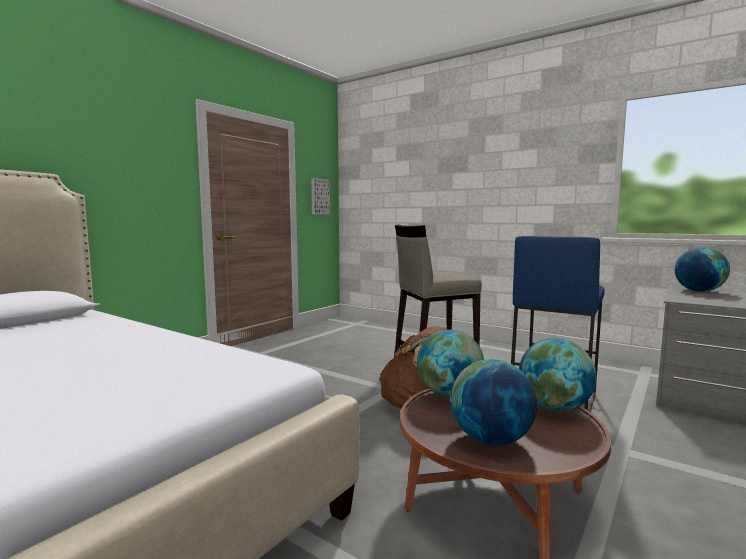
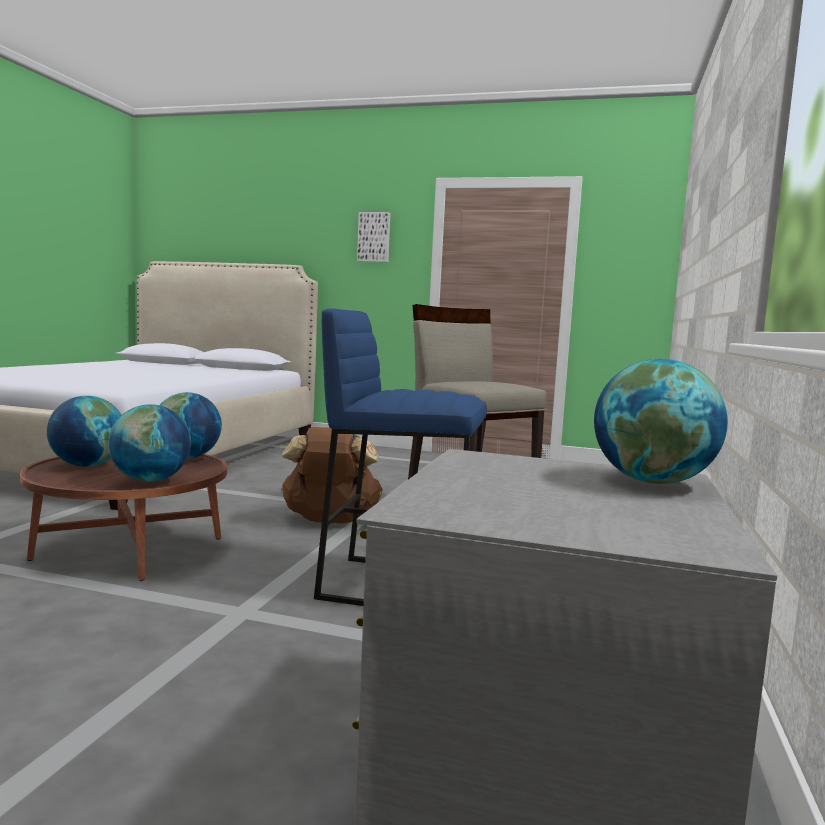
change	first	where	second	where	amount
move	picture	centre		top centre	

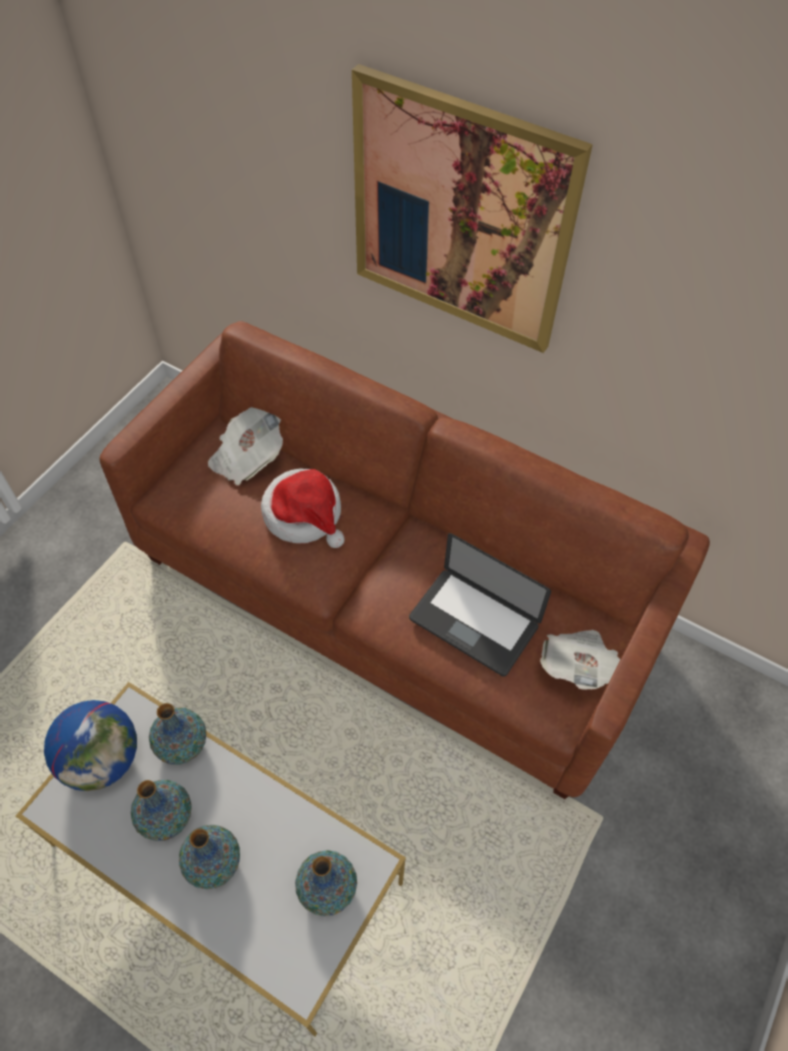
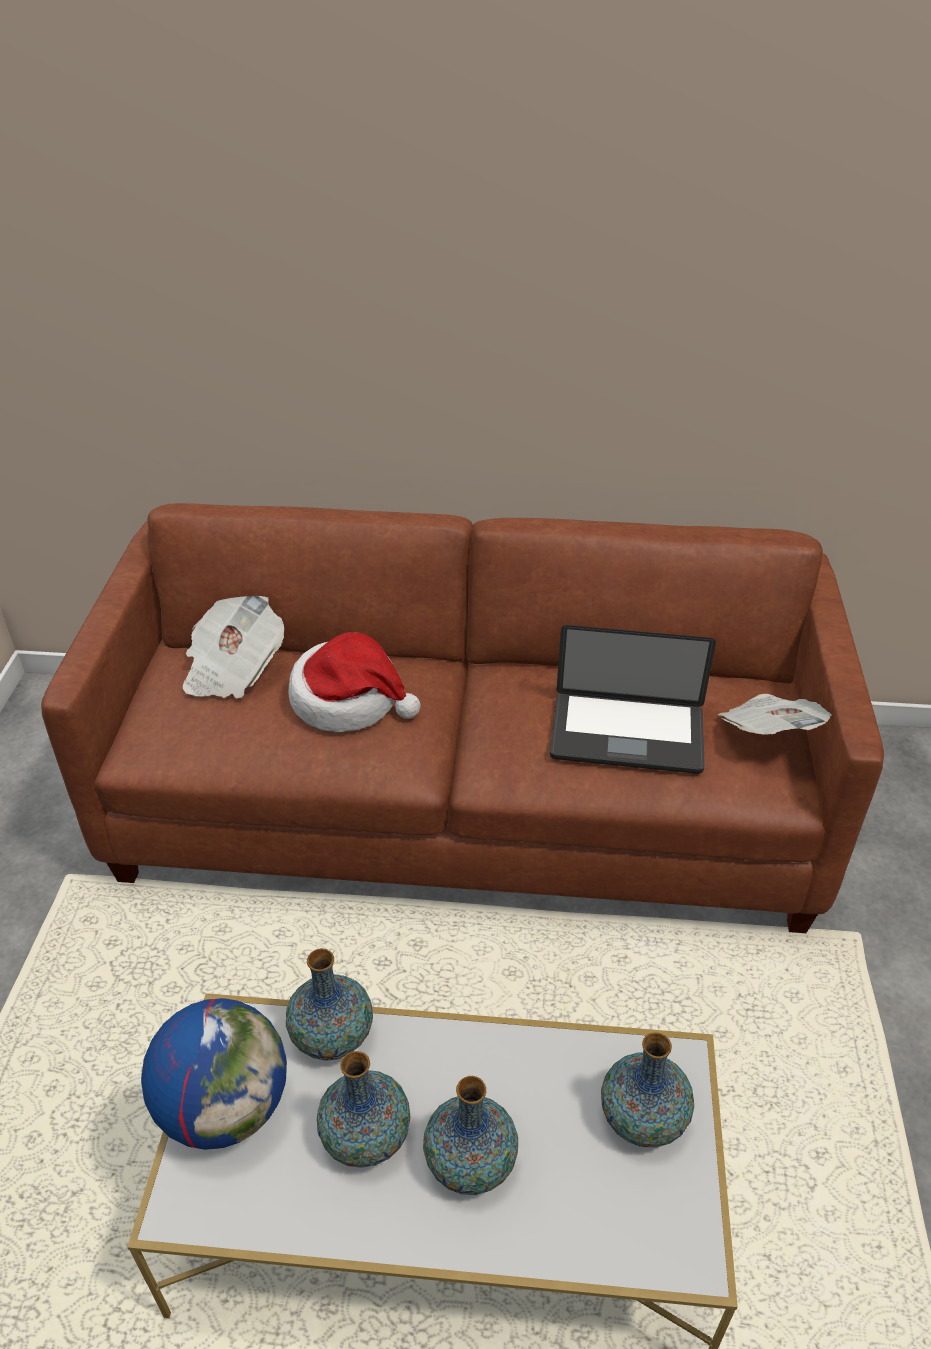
change	first	where	second	where	amount
delete	picture	top centre			

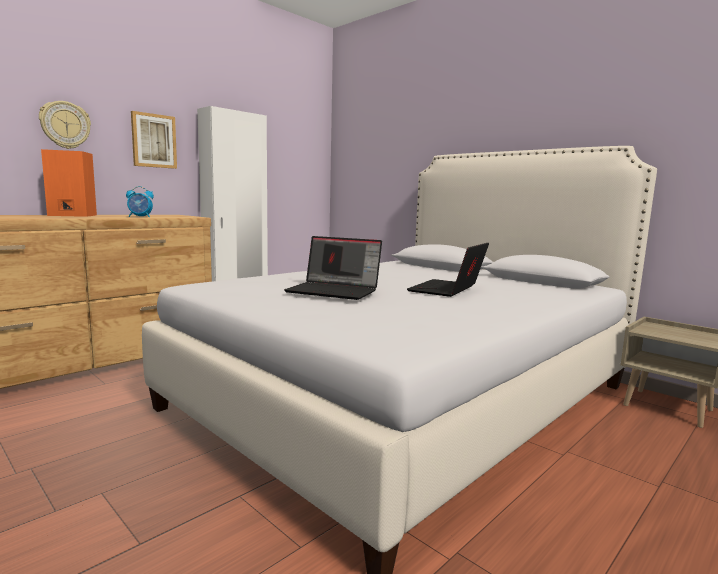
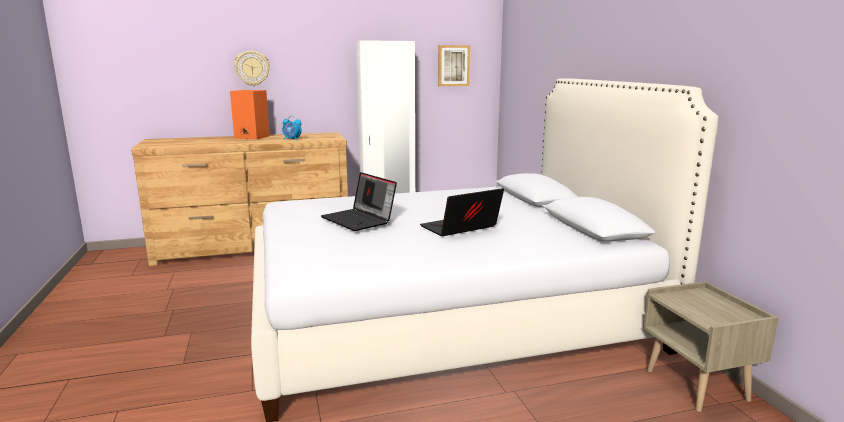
change	first	where	second	where	amount
move	picture	top left		top centre	

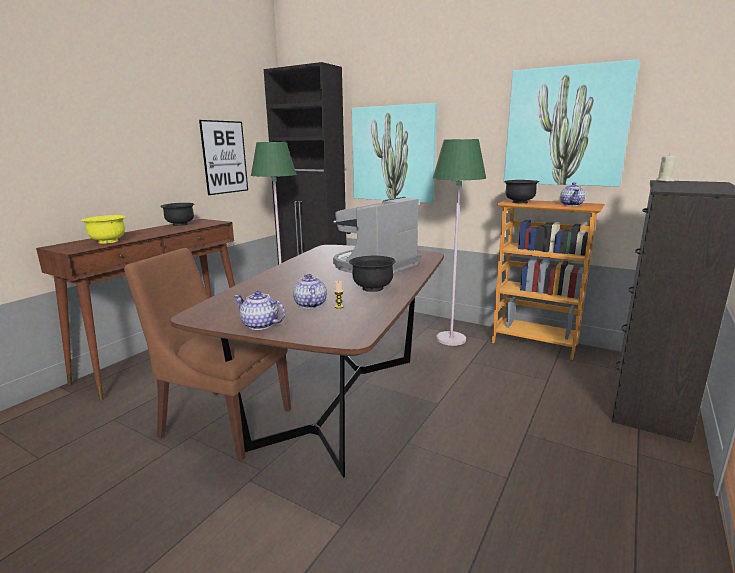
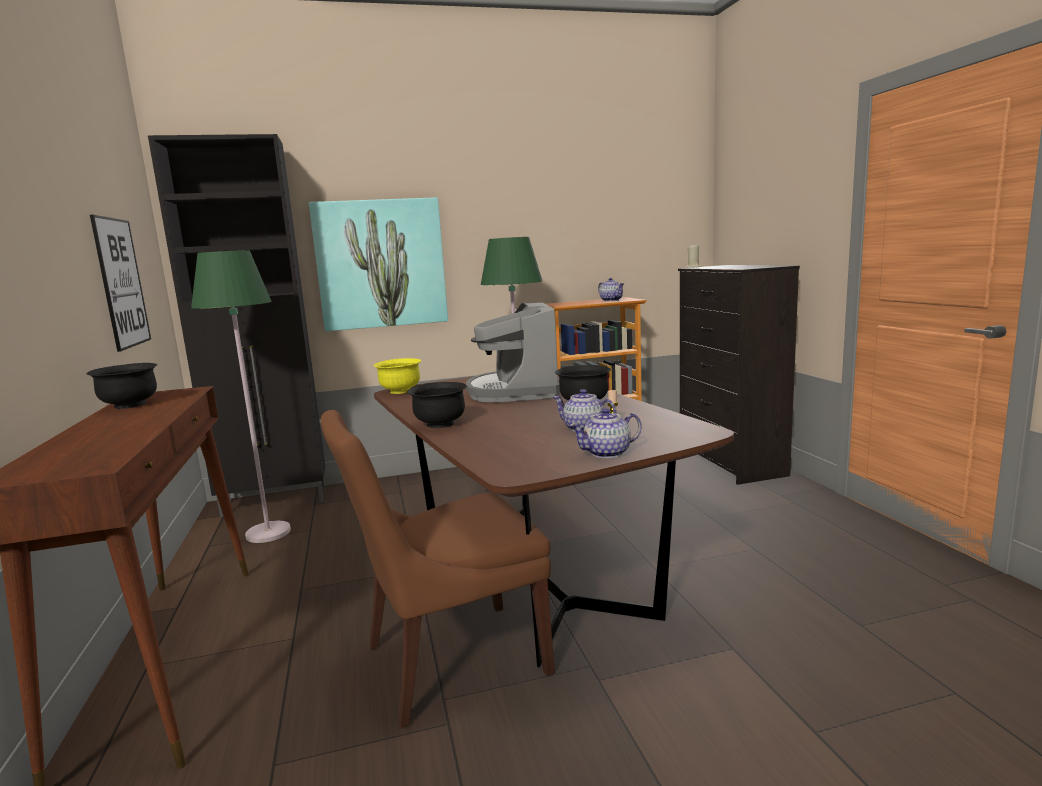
change	first	where	second	where	amount
move	yellow bowl	middle left		centre	
move	black bowl (3rd from left in the first image)	middle right	black bowl (2nd from left)	centre	
delete	picture (3rd from left)	top right			

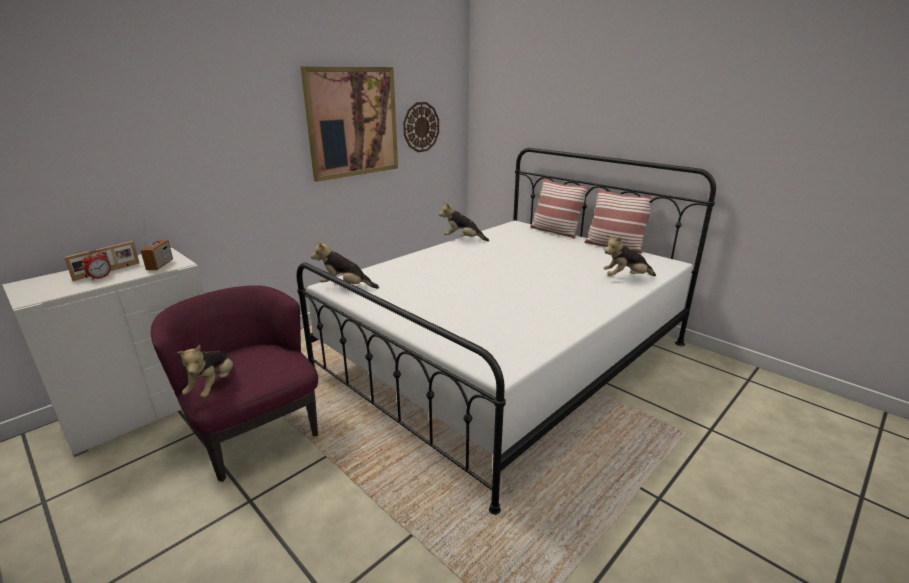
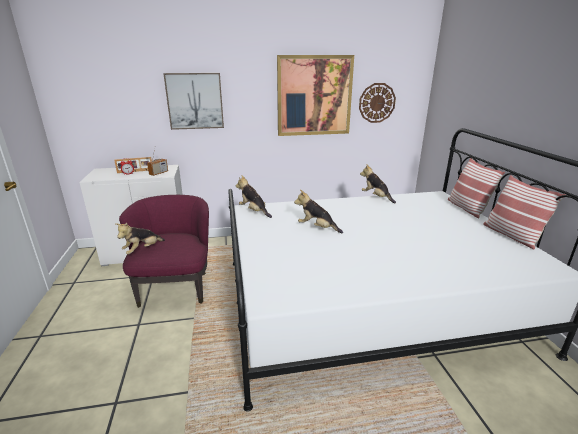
change	first	where	second	where	amount
insert			picture (1st from left)	top centre	
move	plush toy (4th from left in the first image)	middle right	plush toy (3rd from left)	centre	

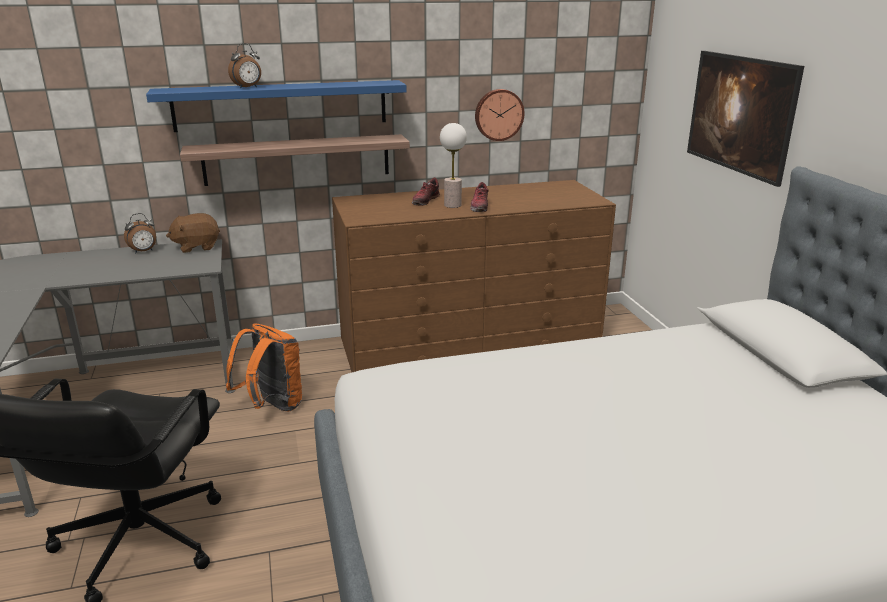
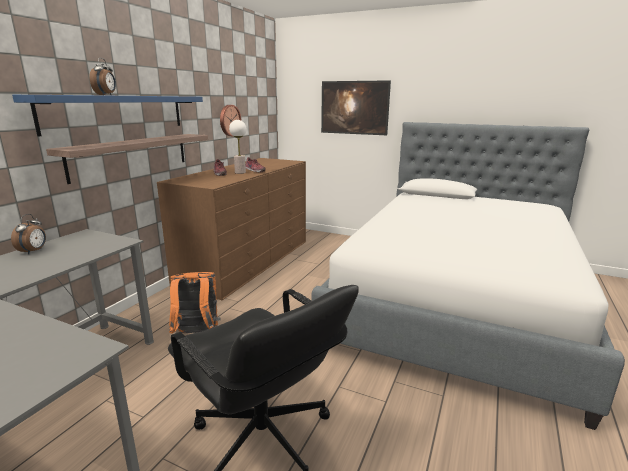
change	first	where	second	where	amount
delete	brown plush toy	middle left			

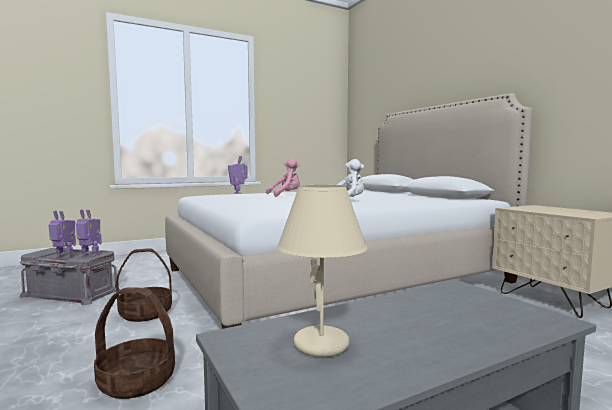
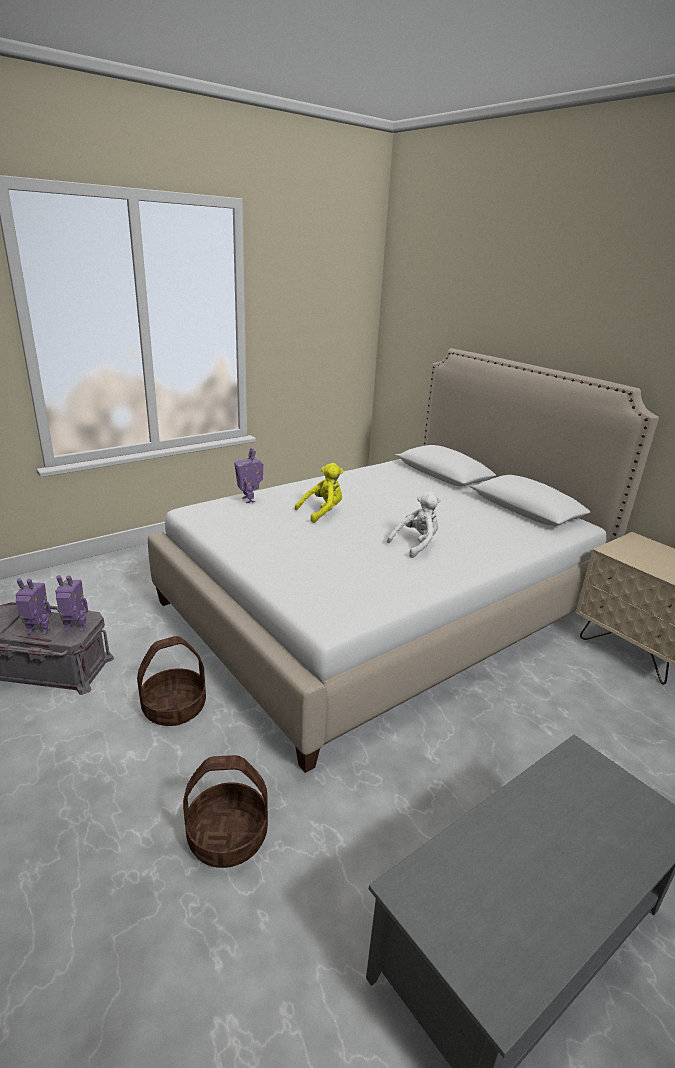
change	first	where	second	where	amount
recolor	pink plush toy	centre	yellow plush toy	centre	
delete	beige table lamp	centre			

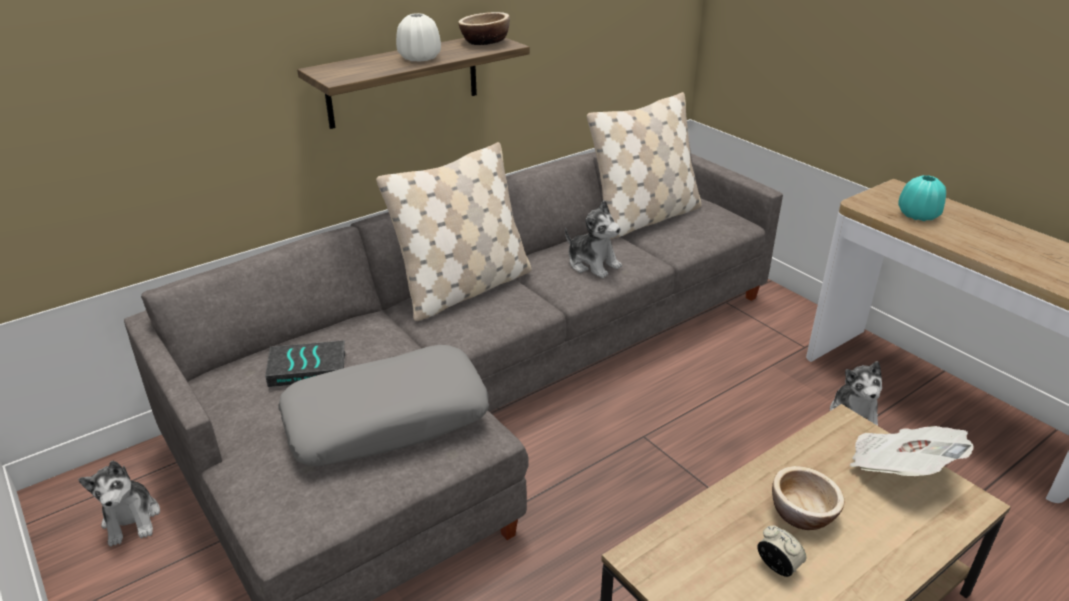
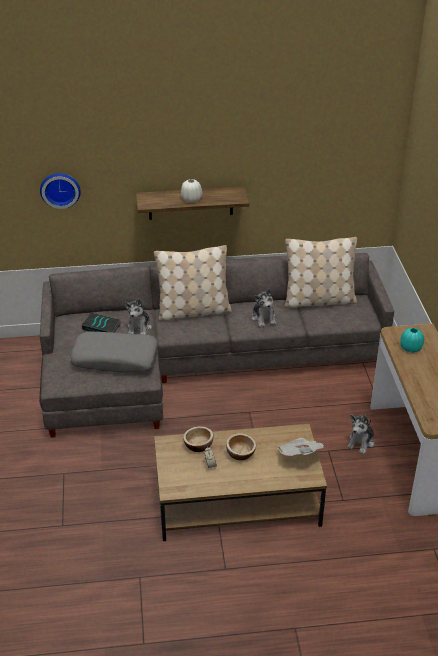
change	first	where	second	where	amount
insert			wall clock	top left	
move	plush toy (1st from left)	bottom left		middle left	
move	bowl (1st from left)	top centre		bottom centre	

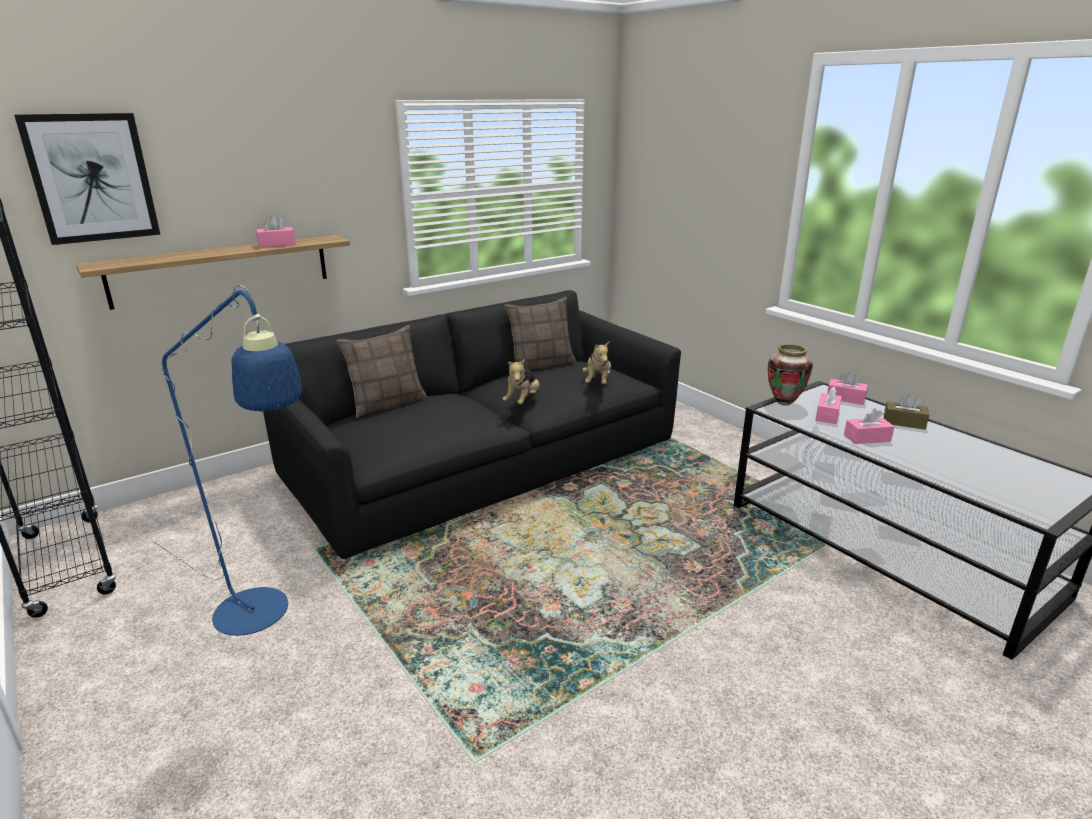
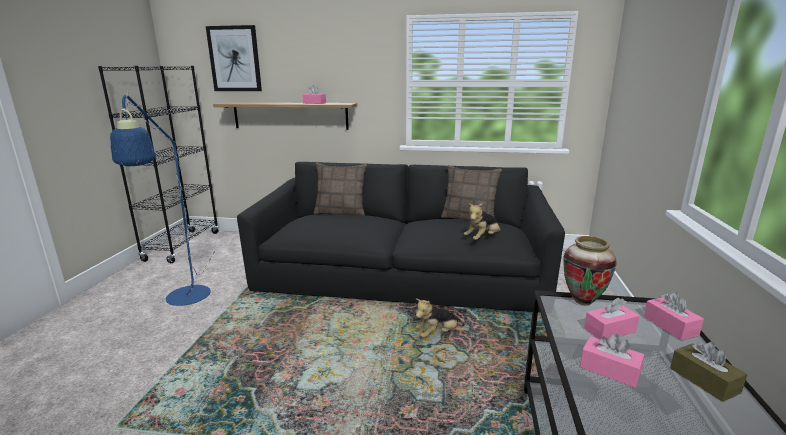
change	first	where	second	where	amount
move	plush toy (1st from left)	centre		bottom centre	

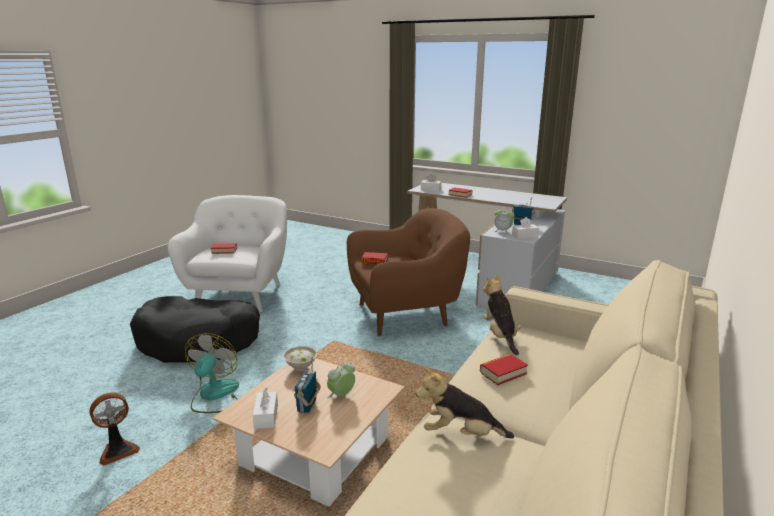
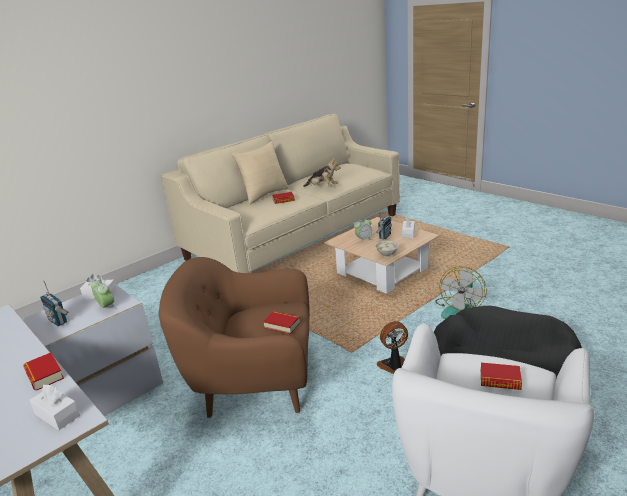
change	first	where	second	where	amount
insert			beige pillow	centre	
move	fan (1st from left)	bottom left		bottom centre	
delete	plush toy (2nd from left)	centre			

